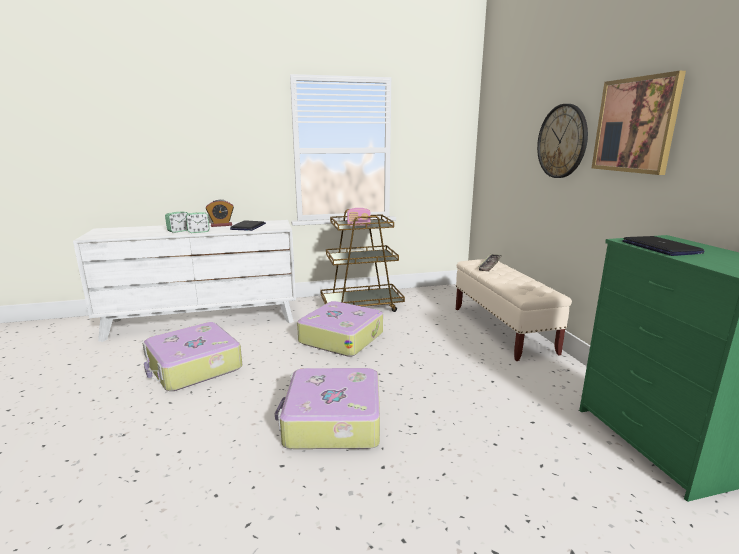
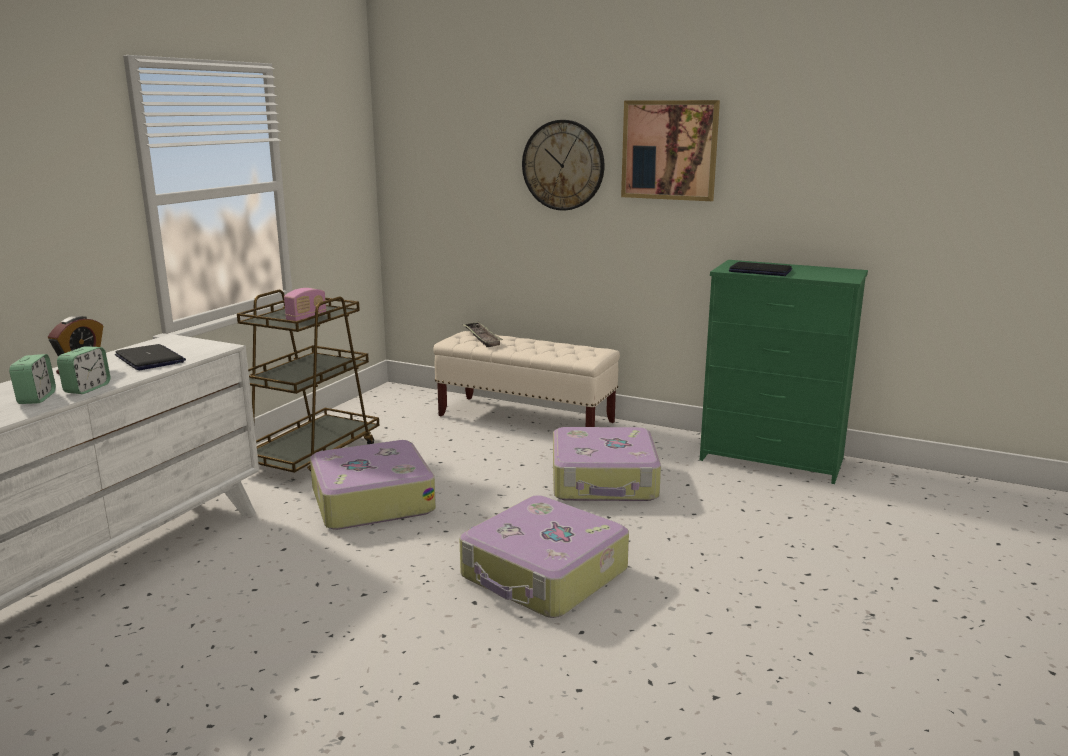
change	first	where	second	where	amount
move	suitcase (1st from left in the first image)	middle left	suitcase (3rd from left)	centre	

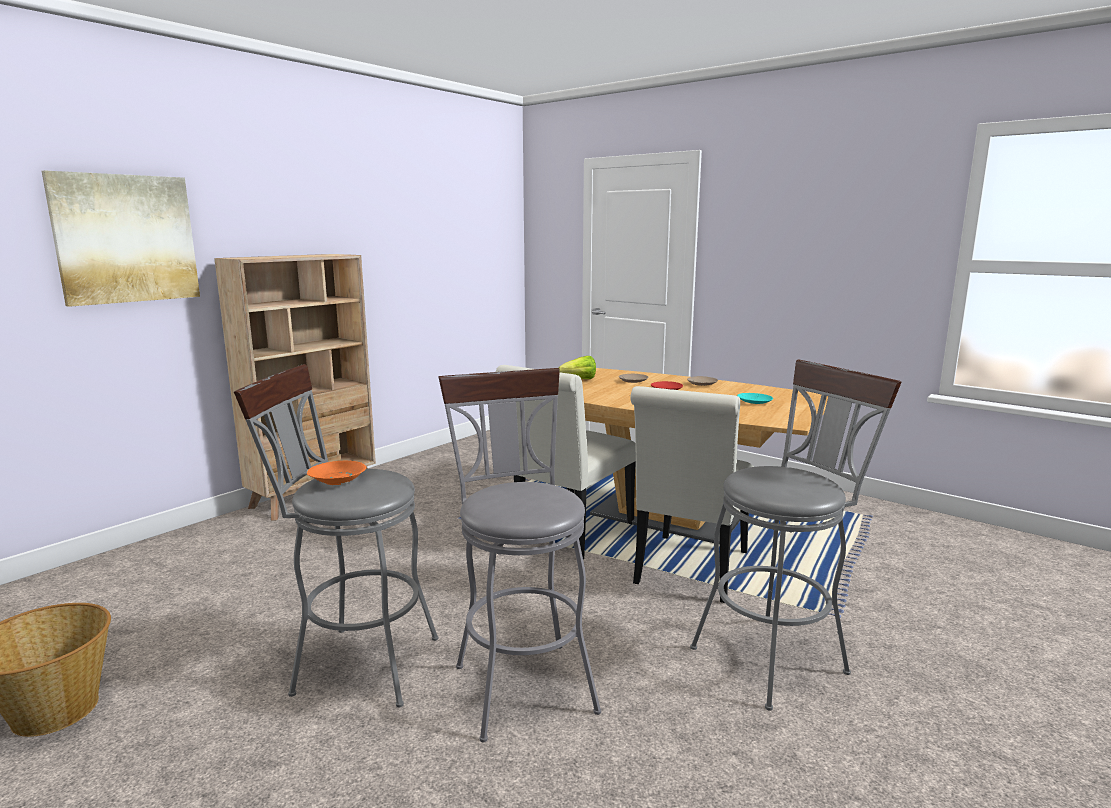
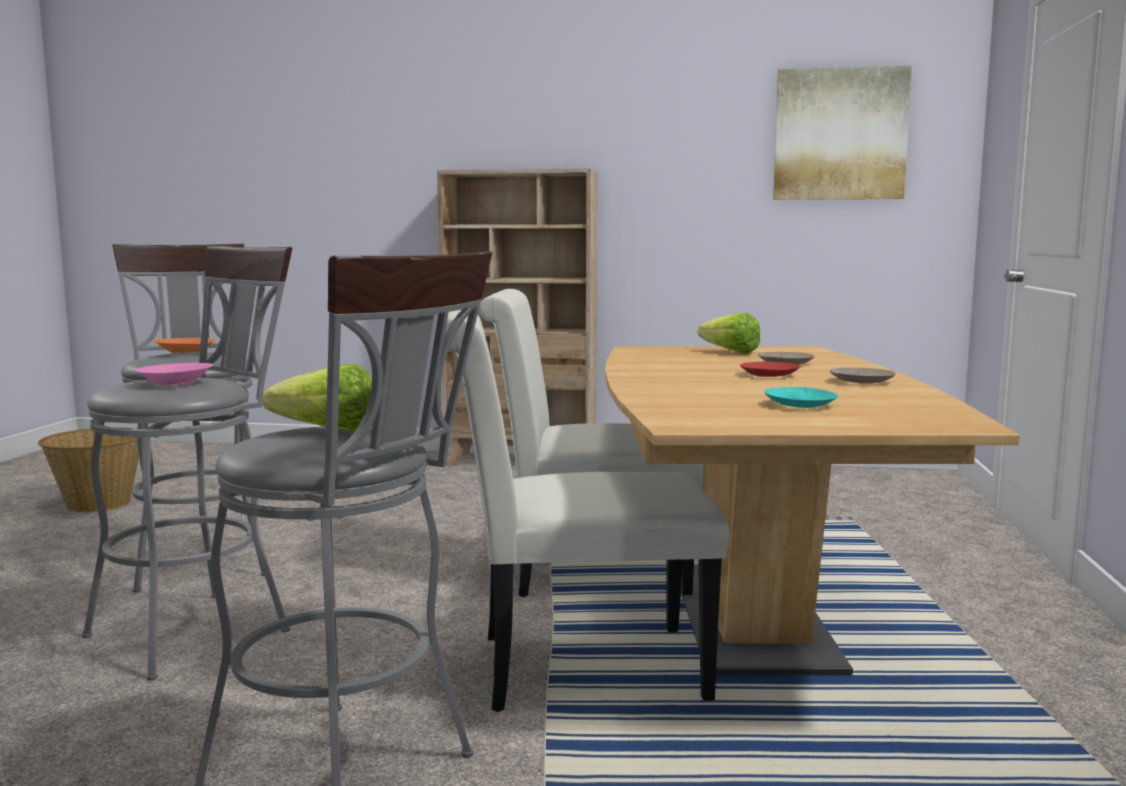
change	first	where	second	where	amount
insert			pink bowl	middle left	
insert			lettuce (1st from left)	middle left	
move	picture	top left		top right	

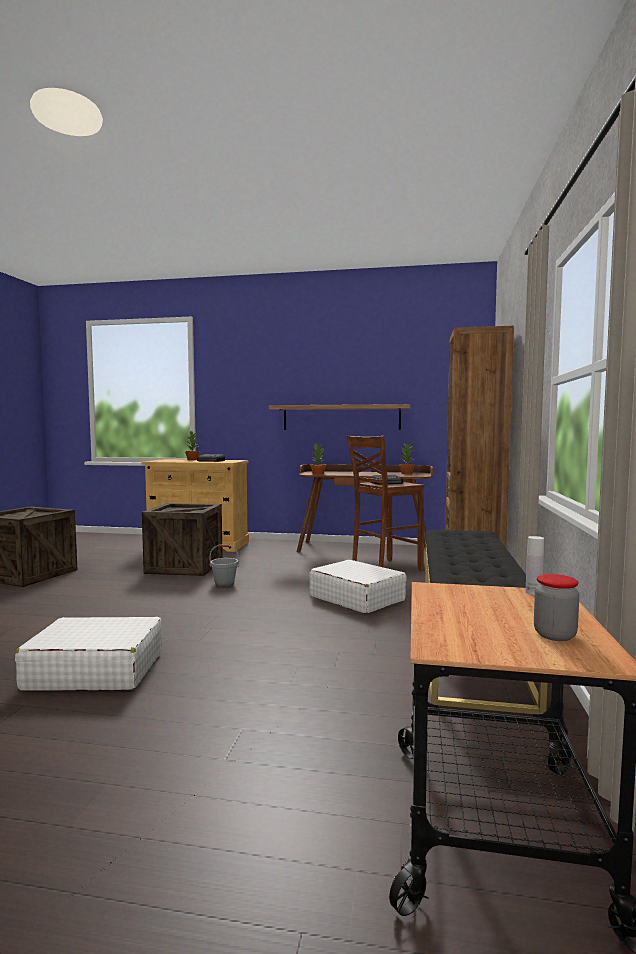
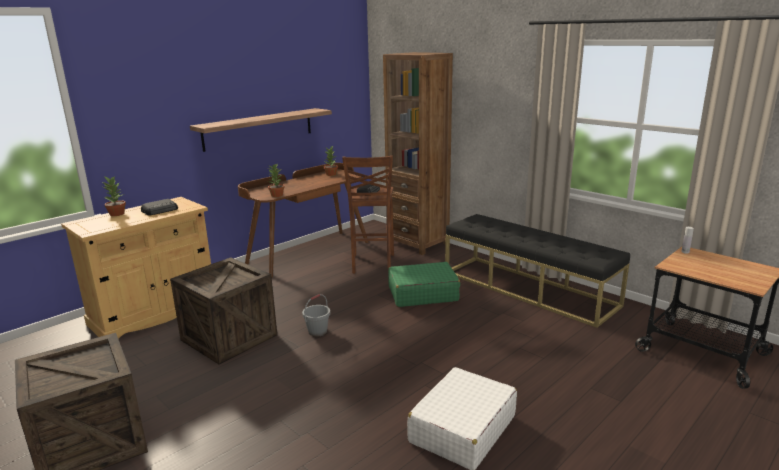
change	first	where	second	where	amount
recolor	white suitcase (2nd from left)	centre	green suitcase	centre	
delete	jar	middle right			

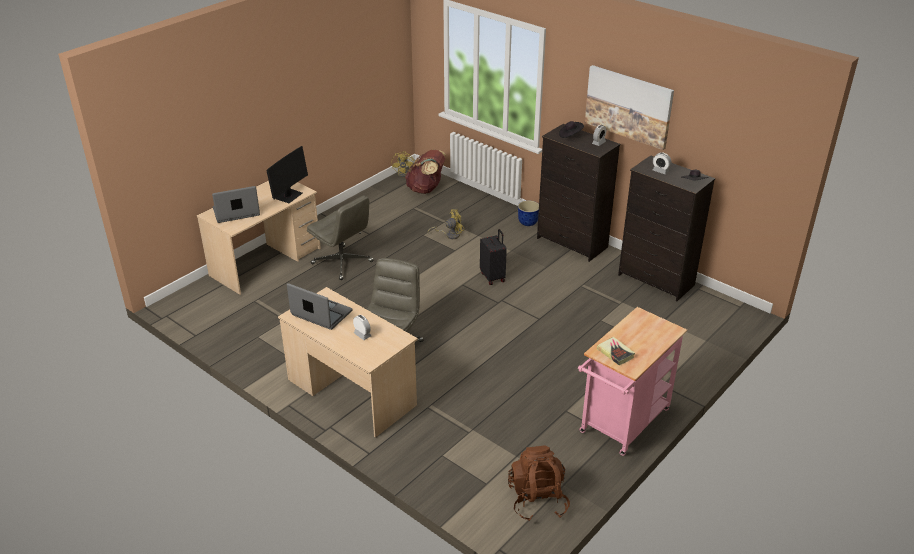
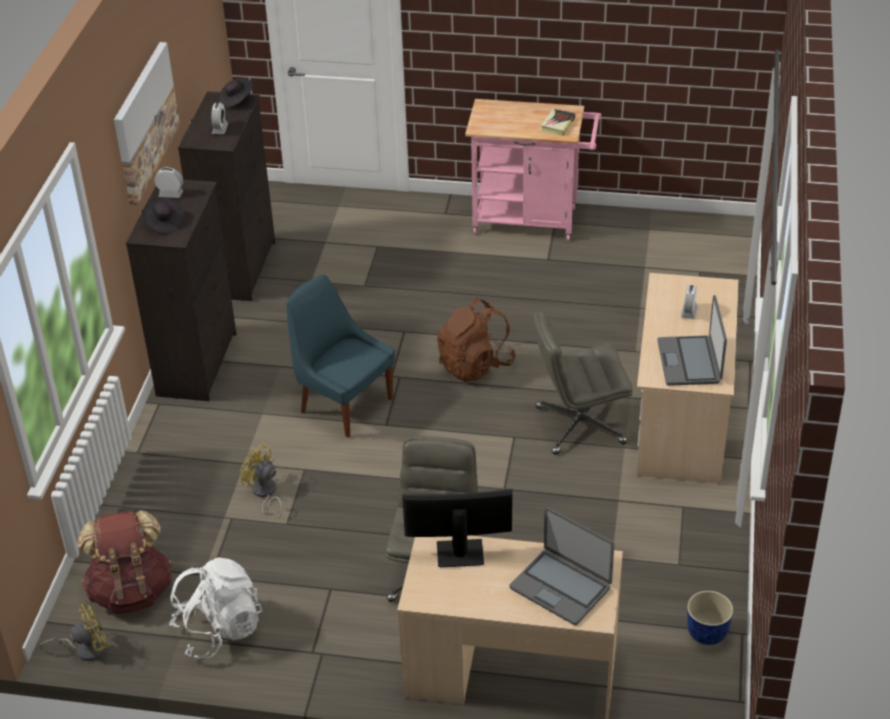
change	first	where	second	where	amount
insert			white backpack	bottom left	
replace	black suitcase	centre	blue chair	centre	
move	brown backpack (2nd from left)	bottom centre		centre	
move	planter	centre		bottom right	

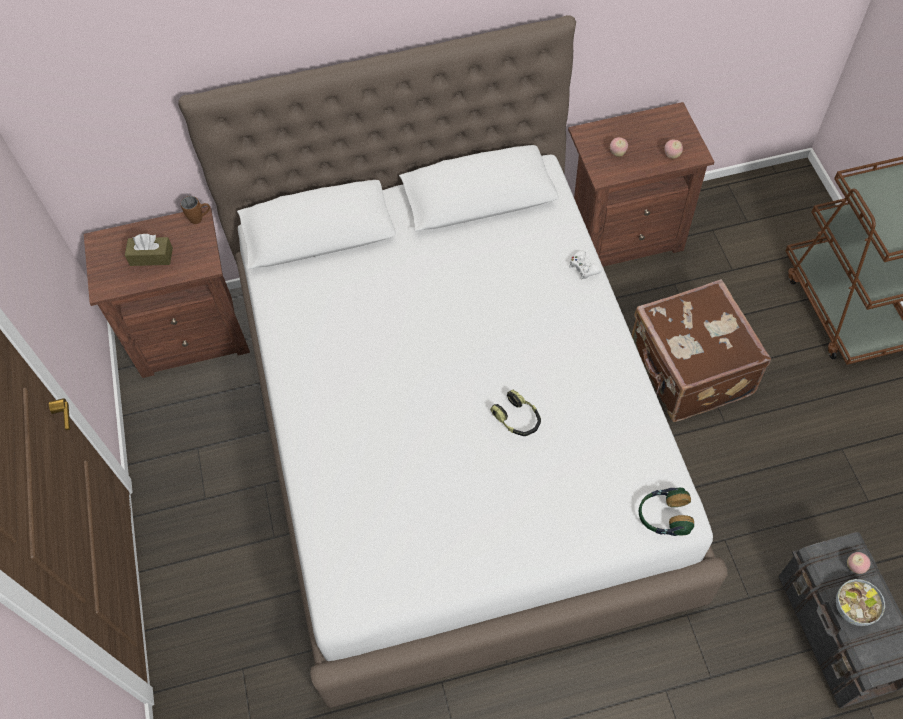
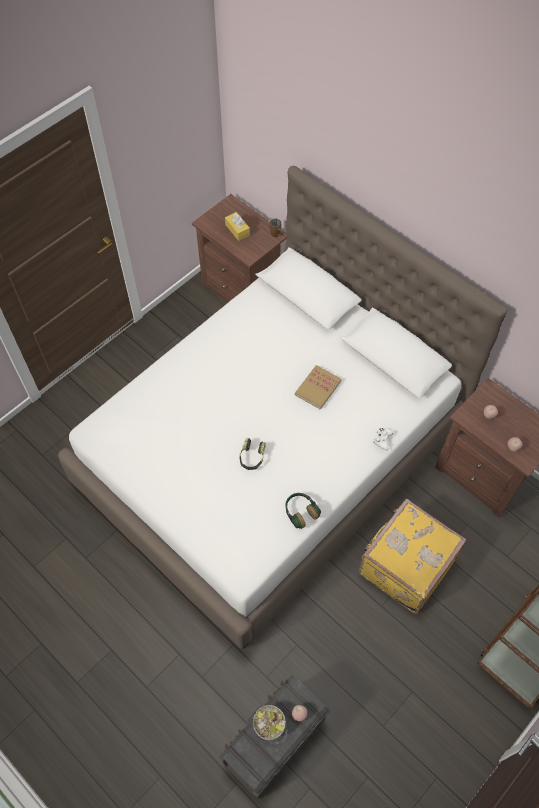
change	first	where	second	where	amount
recolor	brown tissue box	middle left	yellow tissue box	top centre	
move	headphones (2nd from left)	bottom right		centre	
insert			book	centre	
recolor	brown suitcase	middle right	yellow suitcase	bottom right	

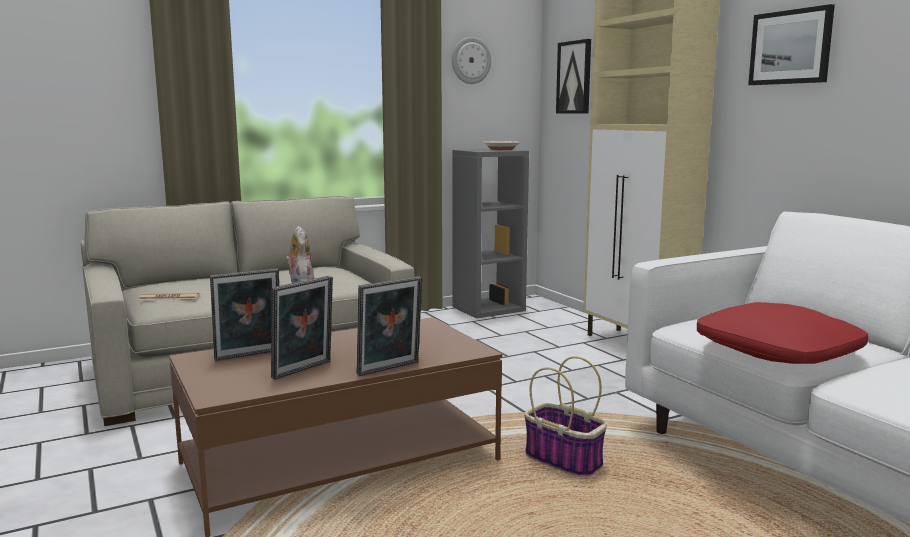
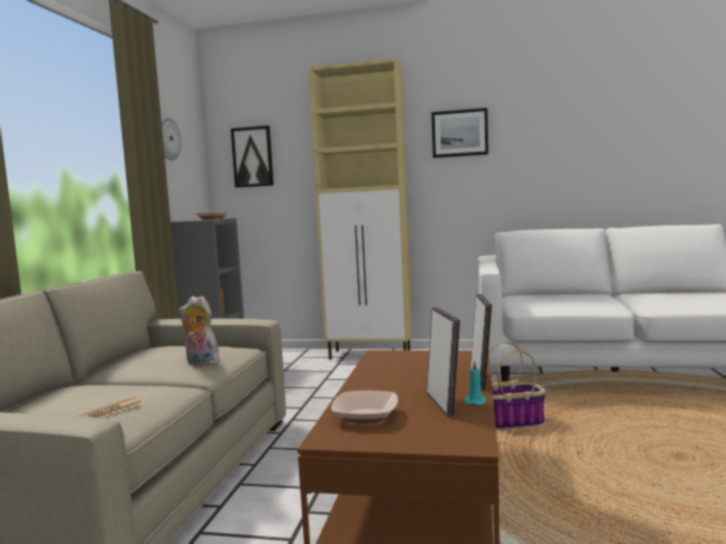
change	first	where	second	where	amount
replace	picture frame (1st from left)	middle left	bowl (2nd from left)	bottom centre	
insert			turquoise candle	bottom centre	
delete	red pillow	middle right			

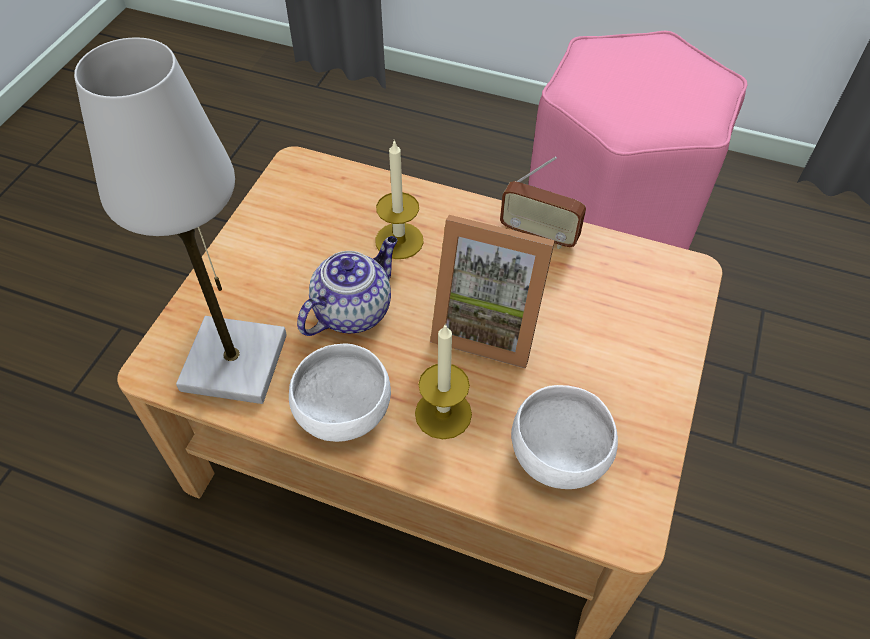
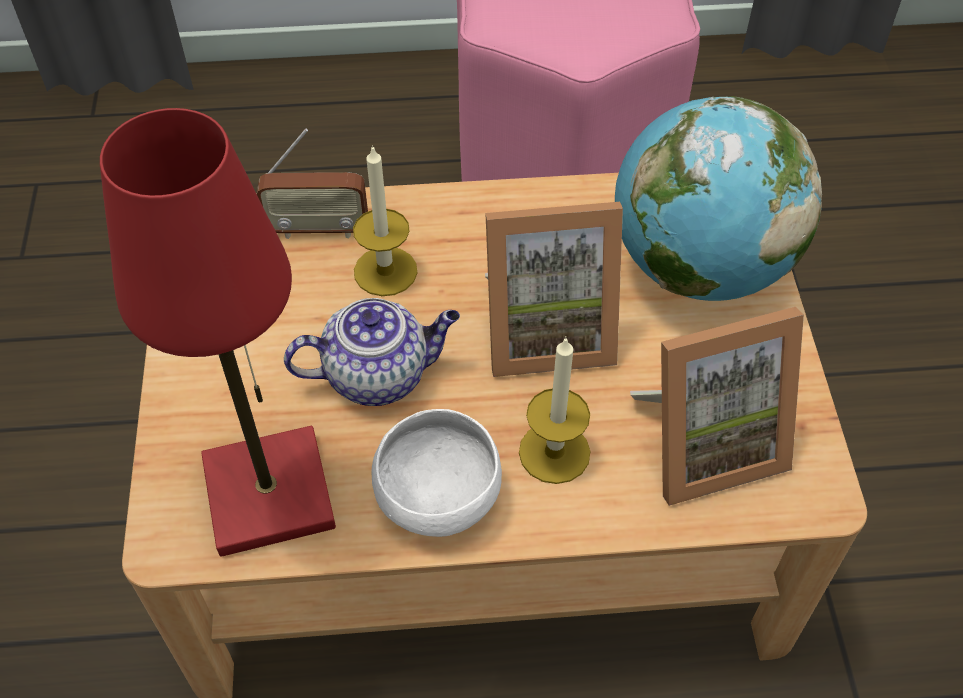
change	first	where	second	where	amount
recolor	white table lamp	middle left	red table lamp	middle left	
move	radio	top centre		top left	
rotate	teapot	centre		centre	60 degrees clockwise
insert			globe	top right	
replace	white bowl (2nd from left)	bottom centre	picture frame (2nd from left)	middle right	

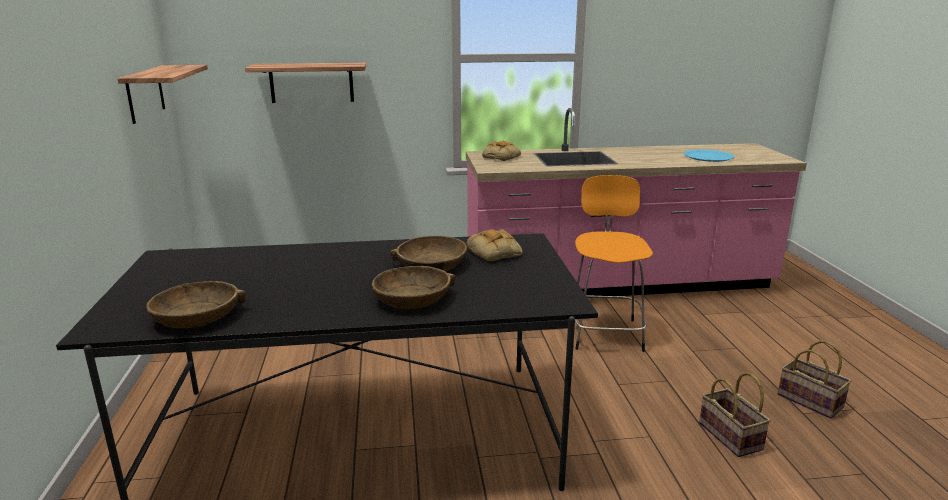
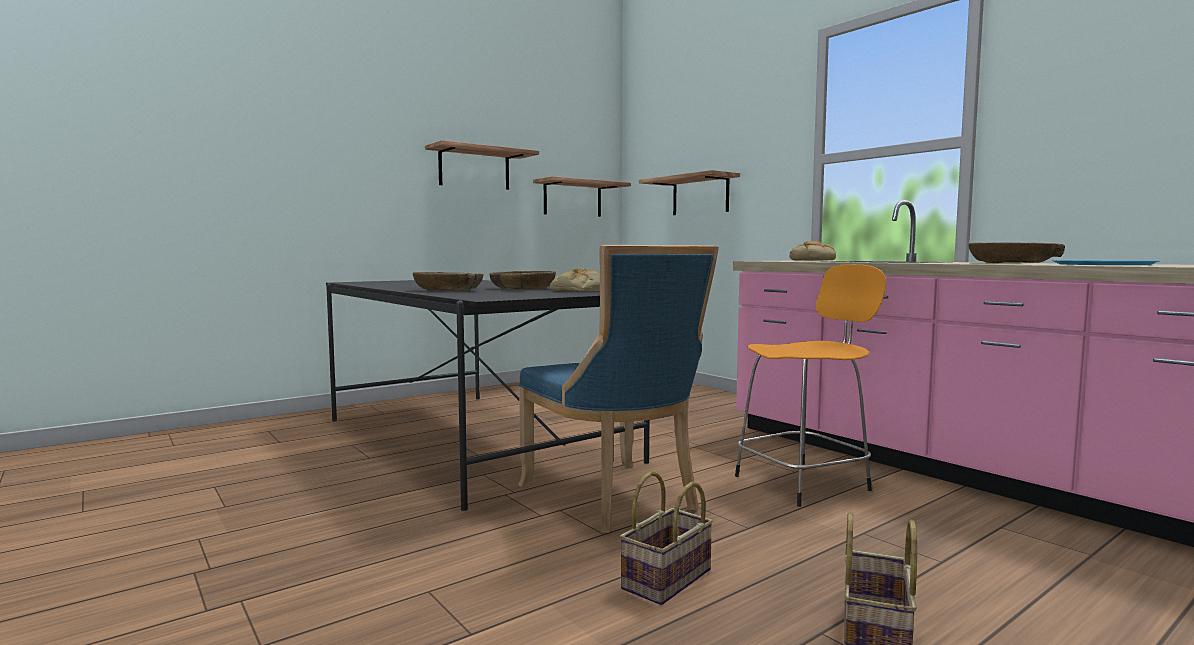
change	first	where	second	where	amount
insert			shelf (1st from left)	top centre	
insert			blue chair	centre	
move	brown bowl (1st from left in the first image)	middle left	brown bowl (3rd from left)	middle right	

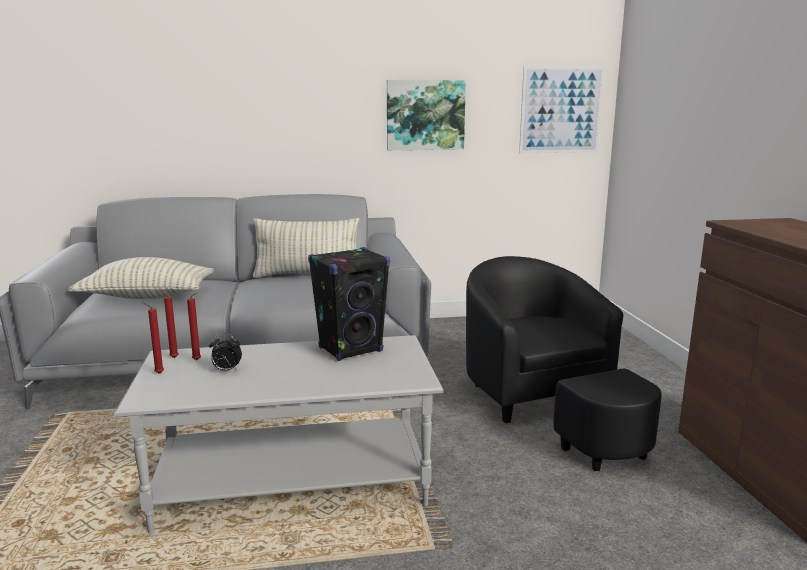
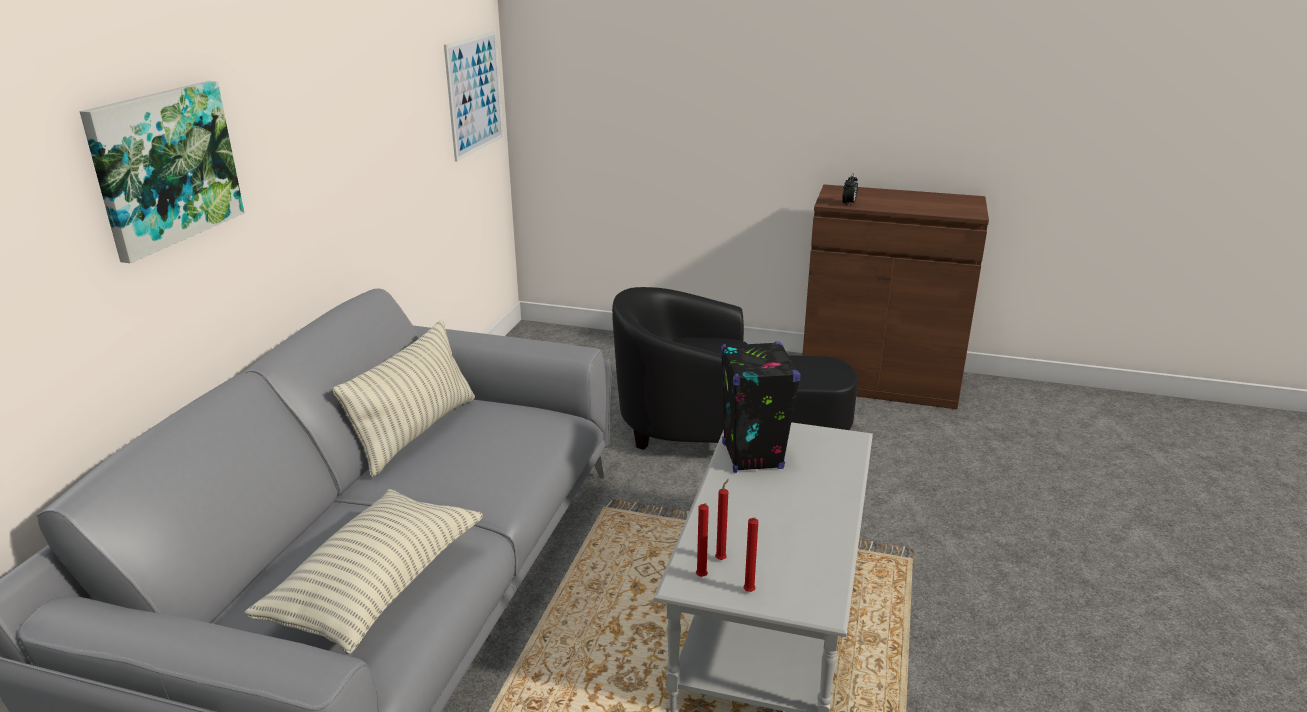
change	first	where	second	where	amount
move	picture (1st from left)	top centre		top left	
move	alarm clock	middle left		top centre	

